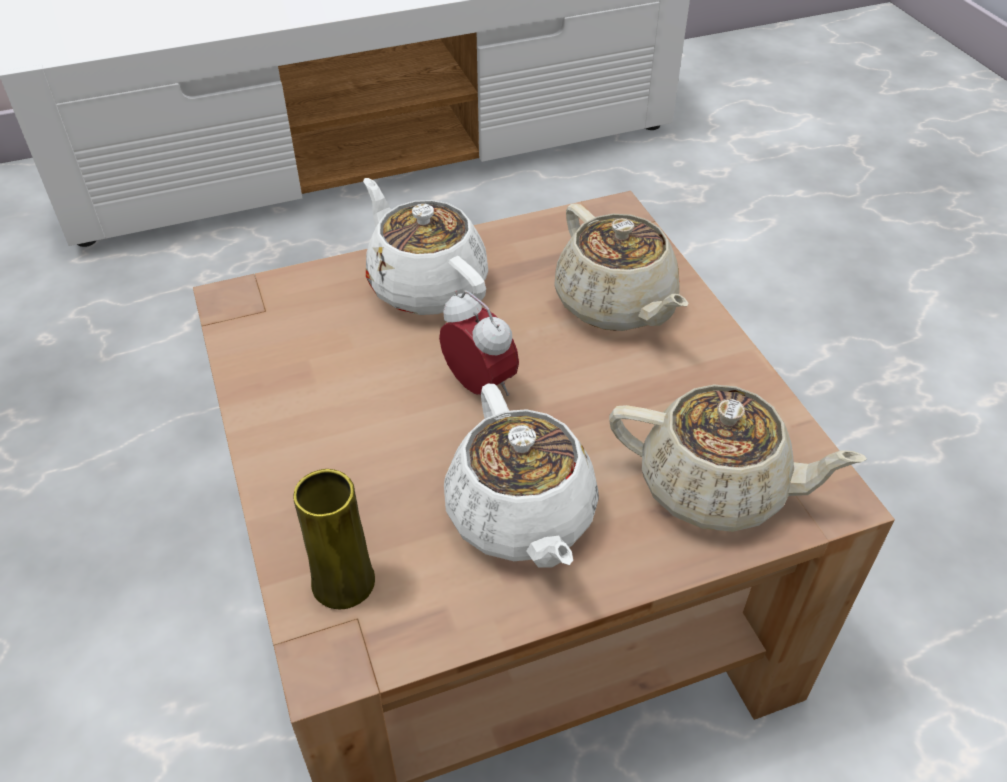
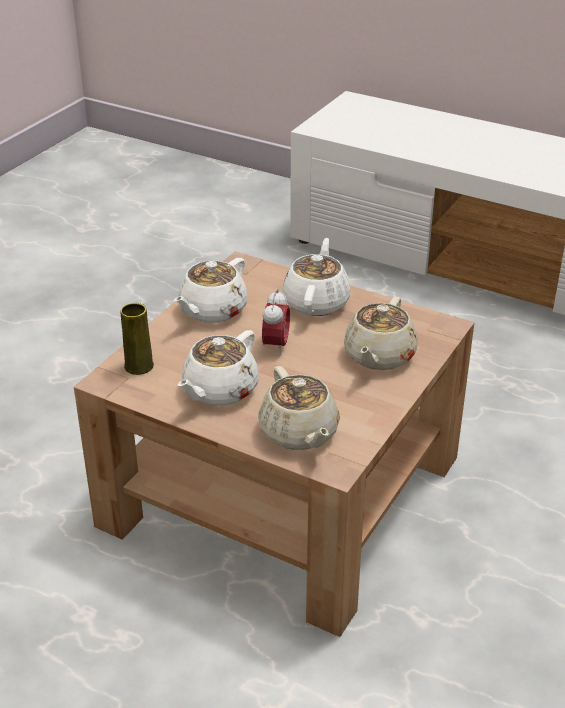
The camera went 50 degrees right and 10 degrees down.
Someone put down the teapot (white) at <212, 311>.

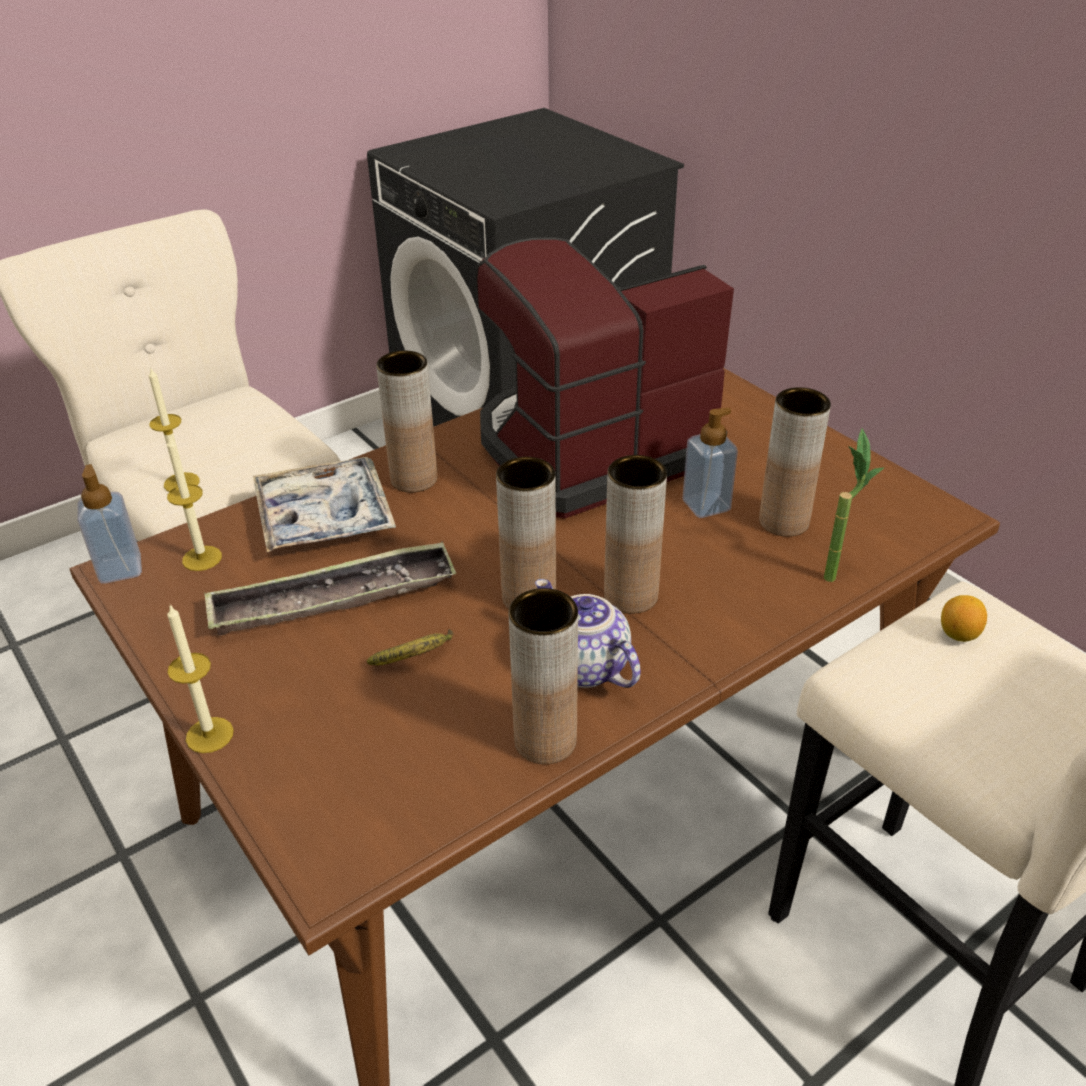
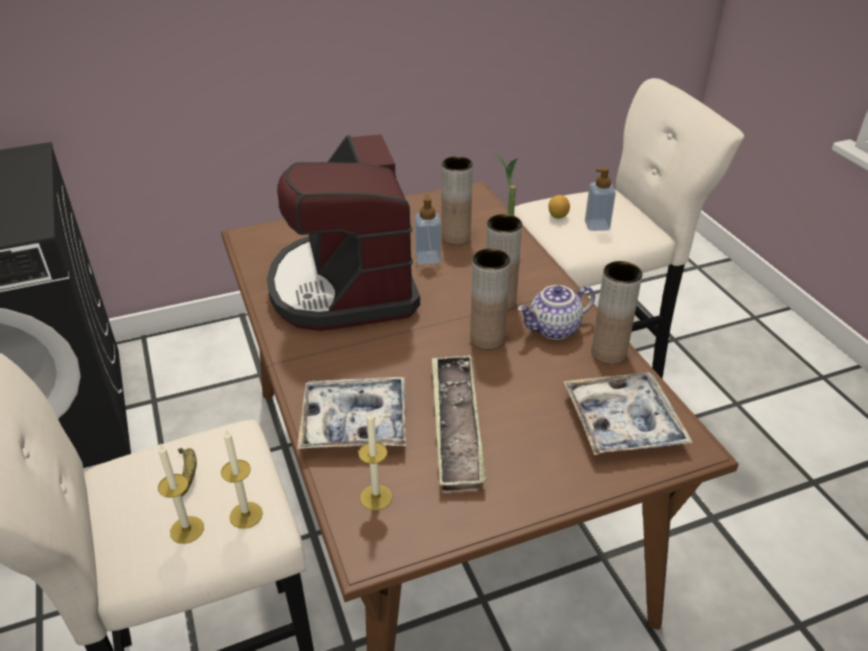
The camera went 75 degrees left and 0 degrees up.
Someone took away the vase (brown) at <414, 479>.
Someone put down the tray at <623, 422>.
Someone carried the soap dispenser from <120, 569> to <597, 225>.
Someone carried the candle from <209, 735> to <187, 529>.
Someone carried the banana from <415, 657> to <188, 474>.

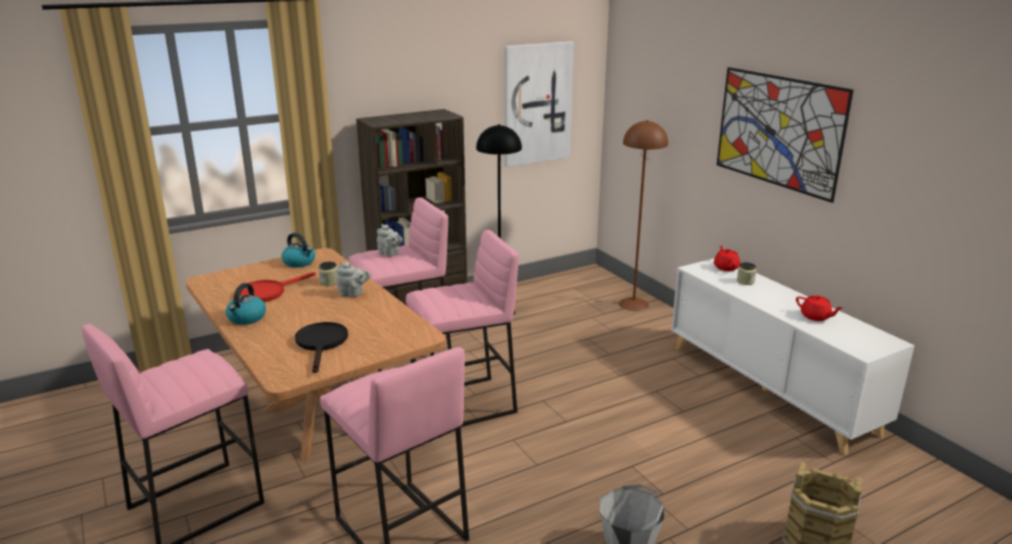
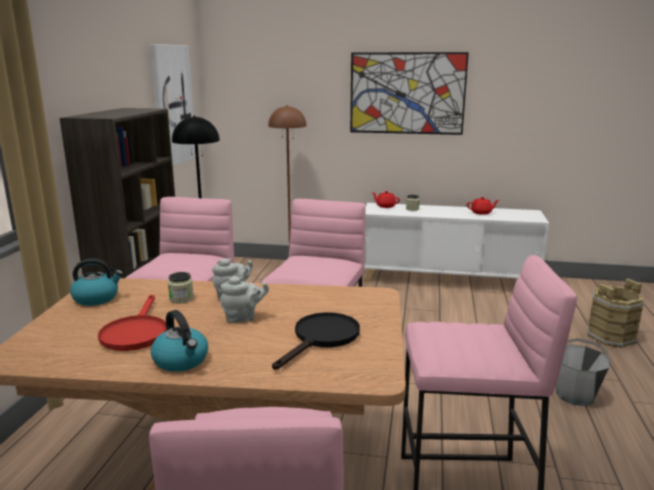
The camera went 50 degrees left and 5 degrees down.
Someone carried the teapot (grey) from <390, 254> to <243, 318>.
Someone rotated the frying pan (black) at <321, 344> by 90 degrees clockwise.

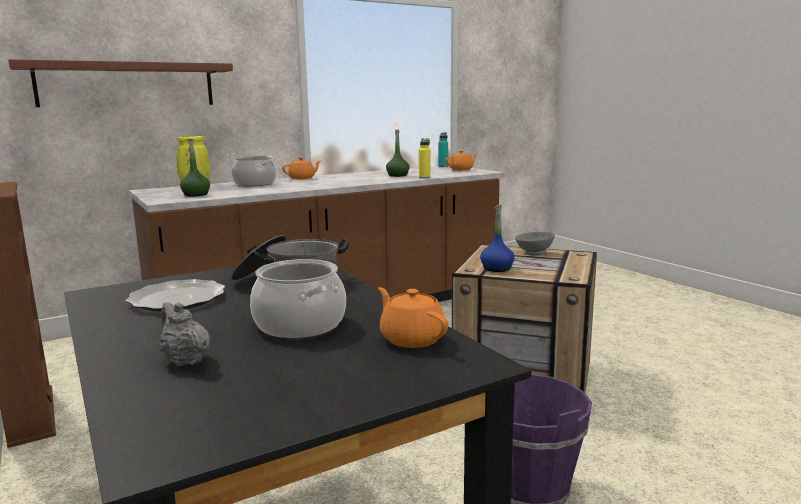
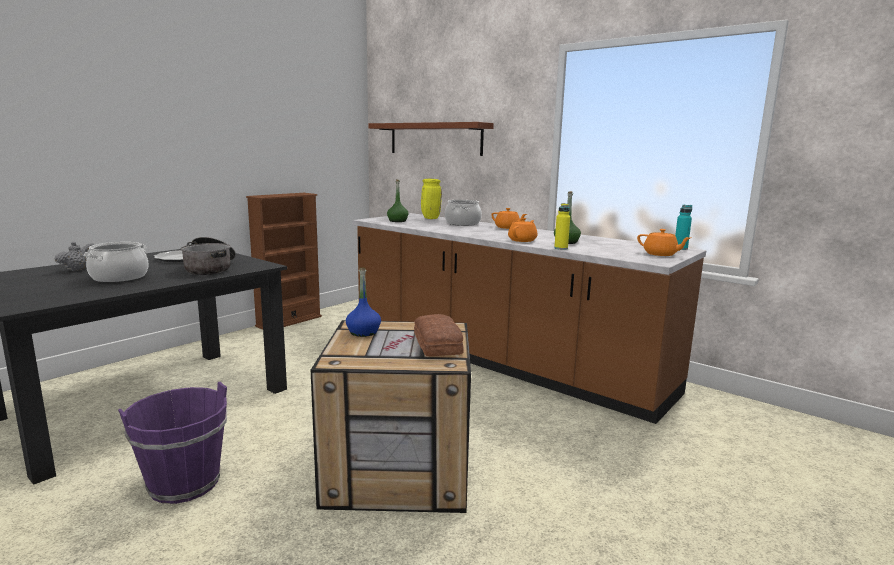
The camera went 70 degrees right and 0 degrees up.
Someone carried the teapot (orange) from <412, 338> to <522, 240>.
Someone swapped the bowl (grey) at <533, 253> for the bread at <438, 343>.

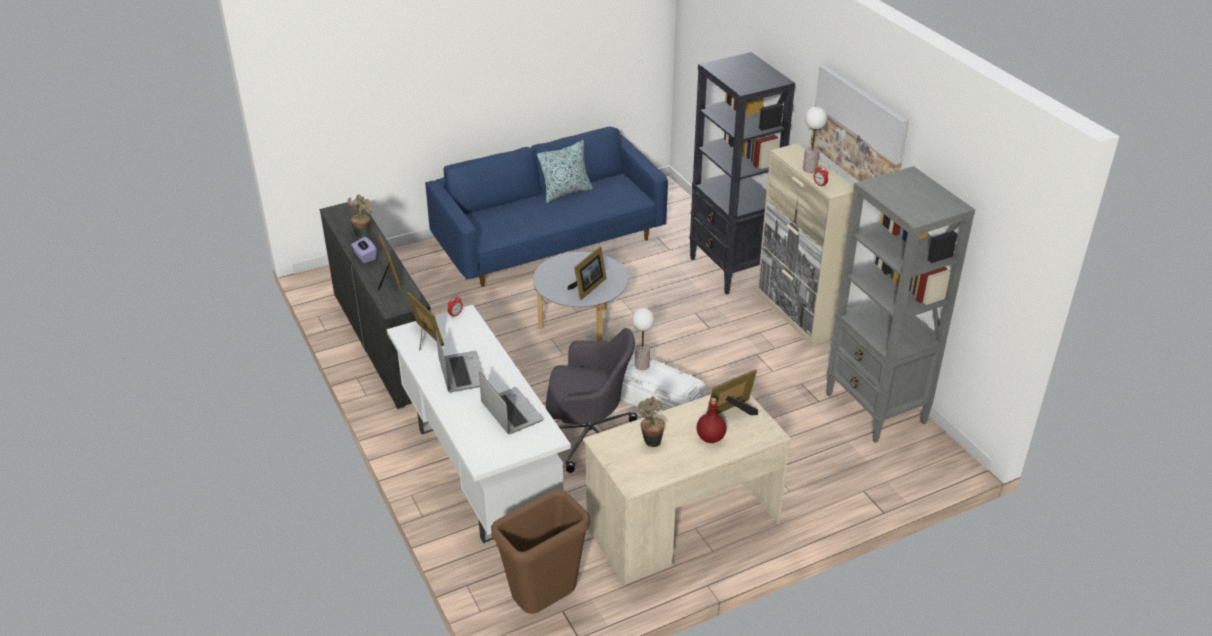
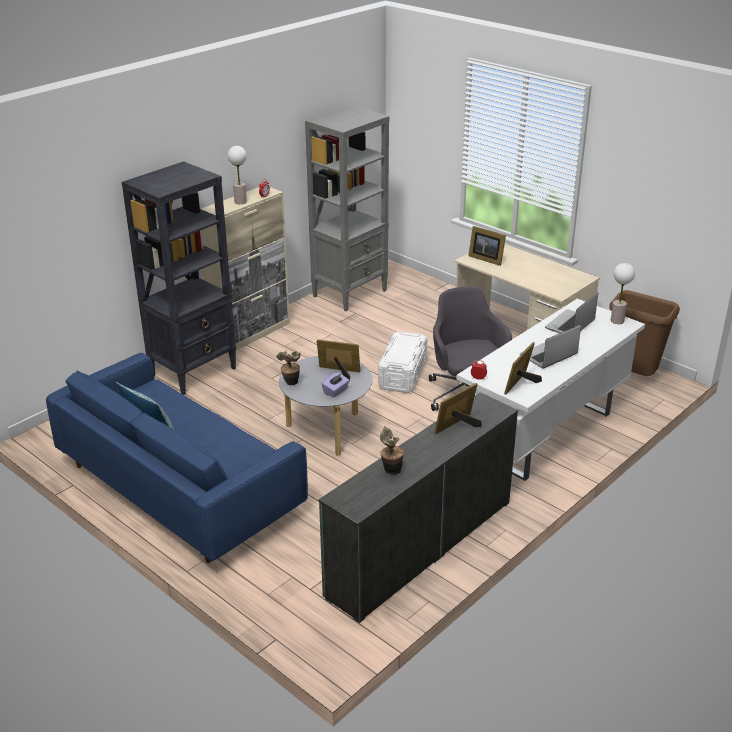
The camera went 110 degrees left and 5 degrees down.
Someone took away the bottle (red) at <711, 438>.
Someone took away the picture at <859, 132>.
Someone carried the tissue box (purple) from <365, 256> to <336, 391>.
Someone carried the table lamp from <642, 365> to <617, 320>.
Someone carried the potted plant from <651, 440> to <290, 383>.

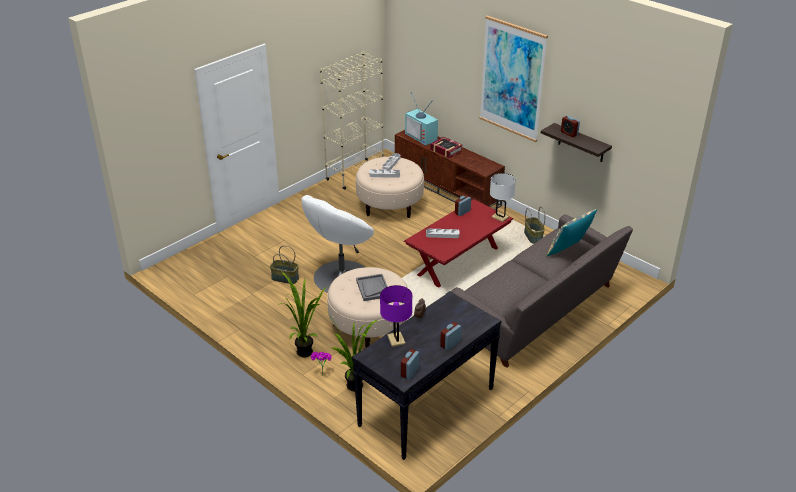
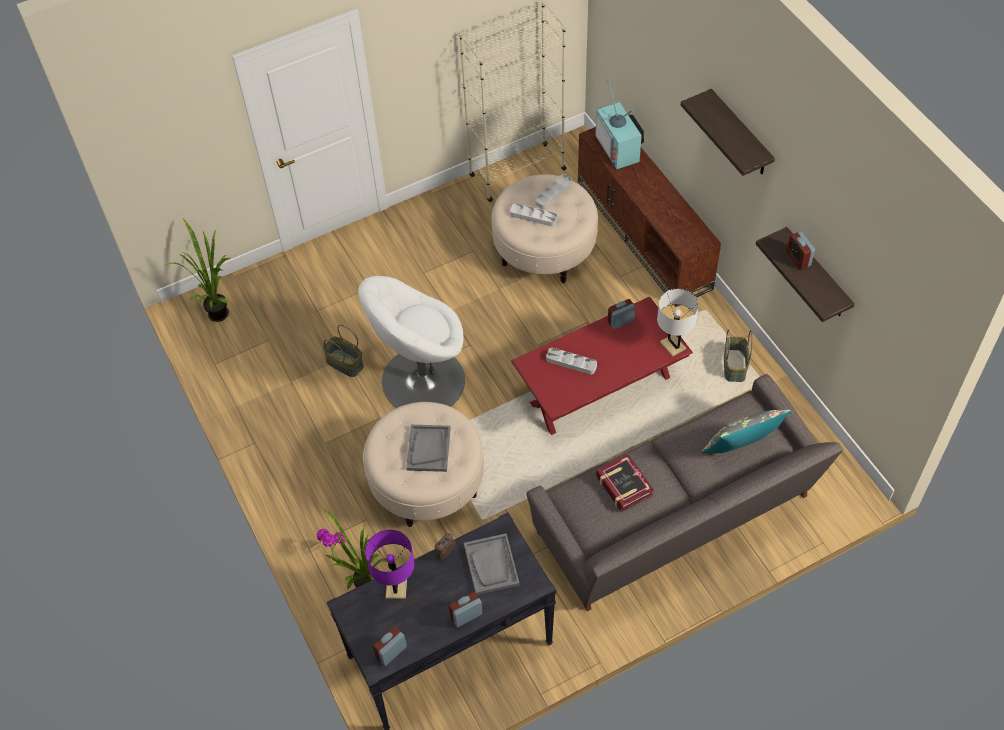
The camera went 20 degrees right and 20 degrees up.
Someone put down the tray (grey) at <491, 565>.
Someone carried the potted plant from <304, 350> to <219, 310>.
Someone carried the book from <446, 150> to <623, 486>.
Someone swapped the picture at <512, 79> for the shelf at <740, 134>.

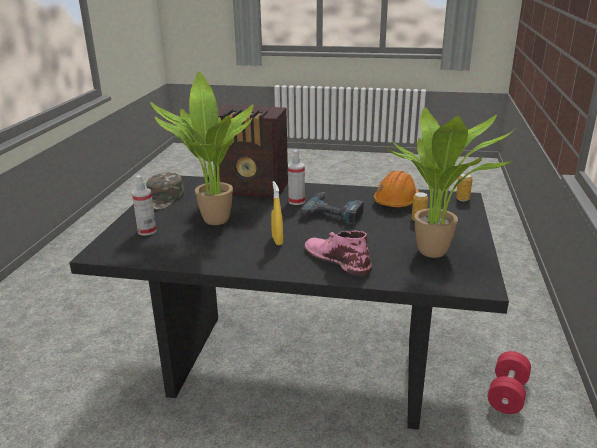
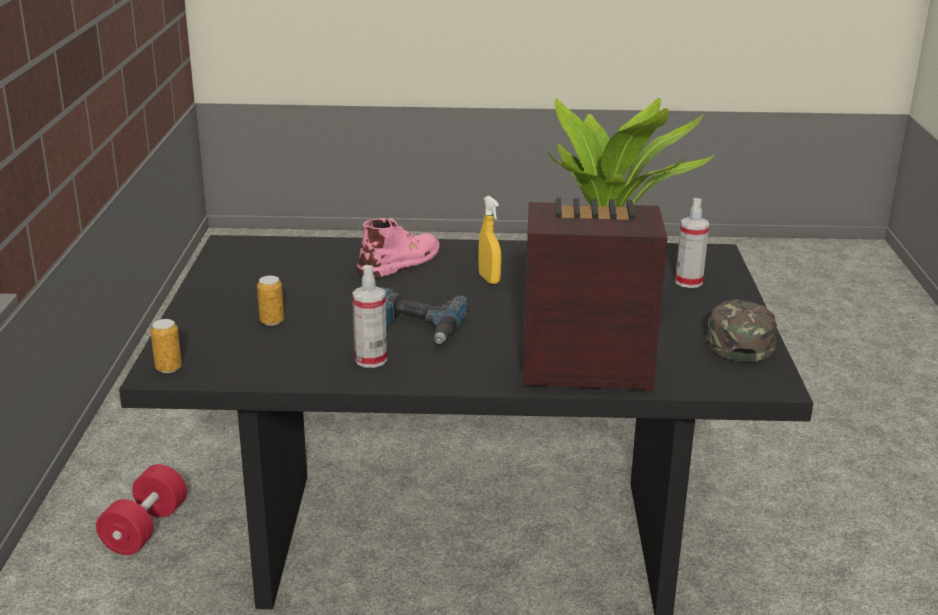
The camera went 170 degrees right and 0 degrees up.
Someone took away the hard hat (orange) at <396, 201>.
Someone took away the potted plant at <437, 253>.
Someone carried the spray bottle from <296, 201> to <371, 360>.
Someone rotated the boot (pink) at <337, 259> by 90 degrees counterclockwise.

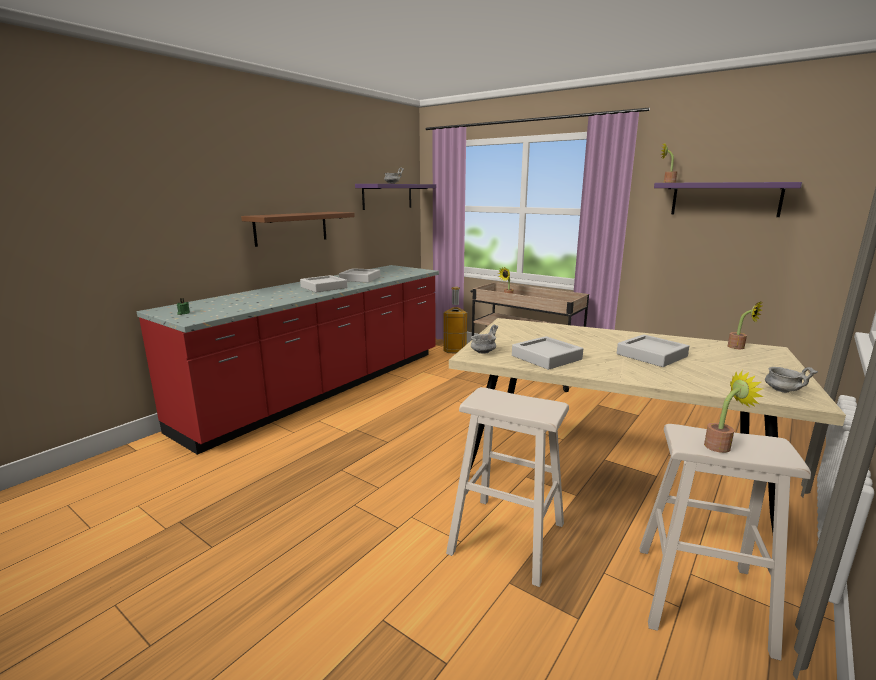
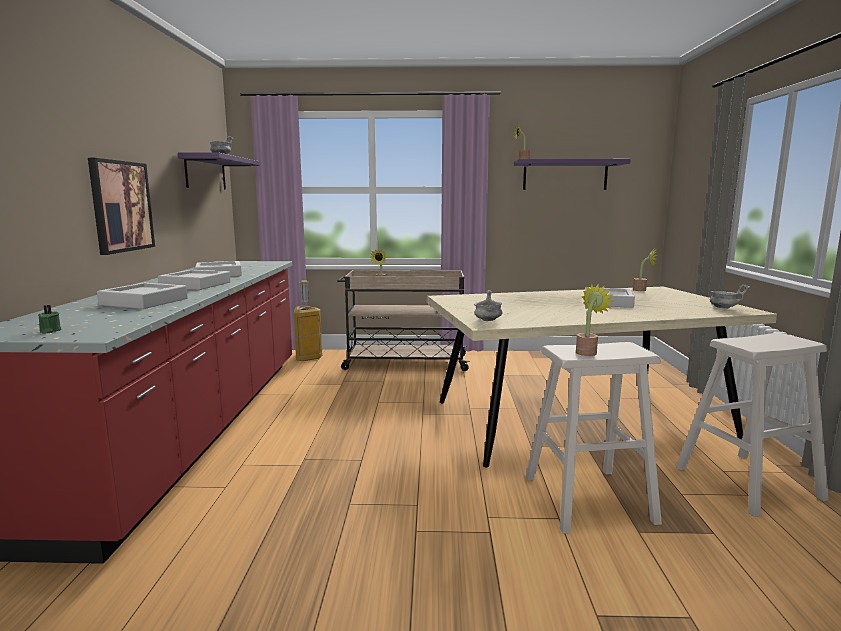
The camera went 35 degrees left and 5 degrees down.
Someone carried the tray (grey) from <546, 357> to <144, 302>.
Someone carried the potted plant from <721, 446> to <588, 352>.
Someone swapped the shelf (brown) at <291, 228> for the picture at <121, 206>.

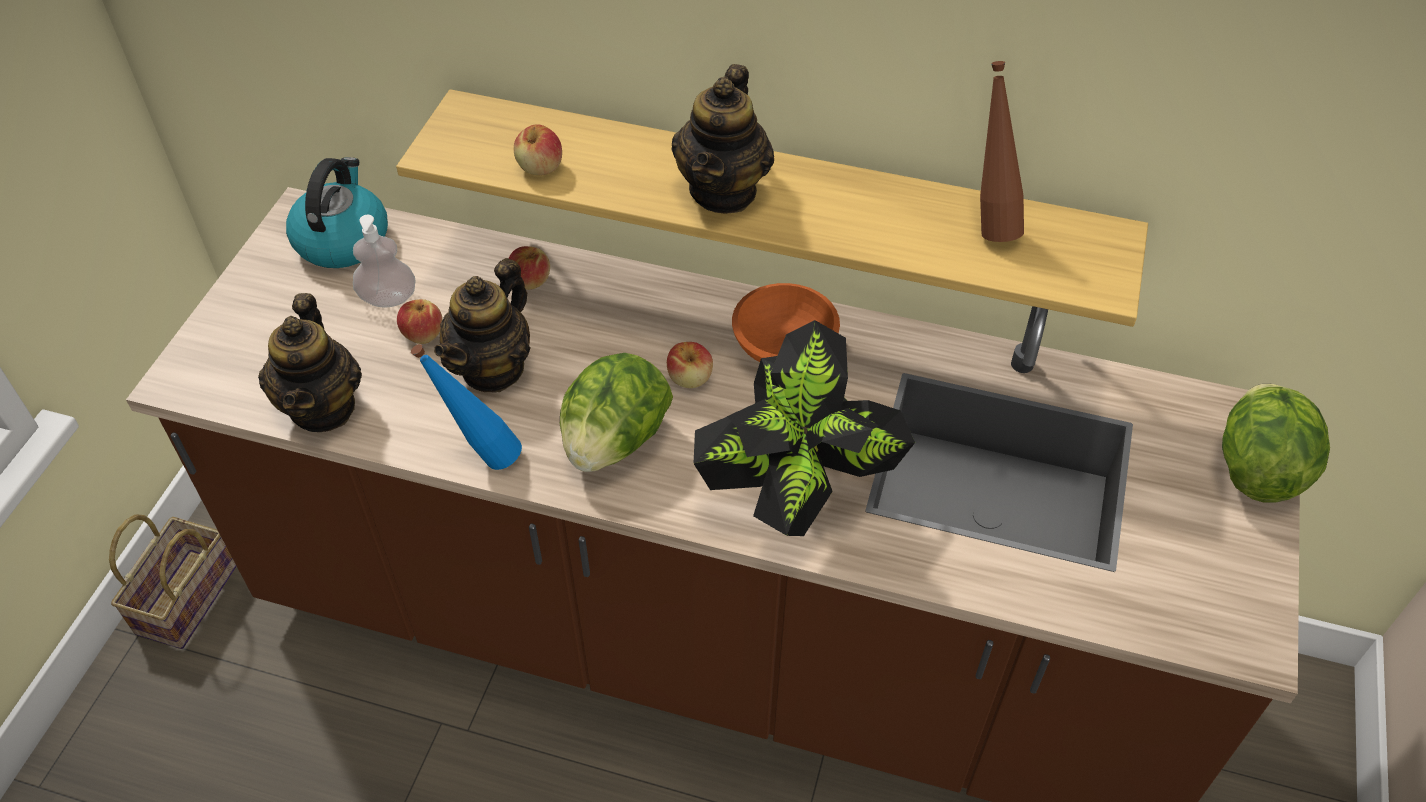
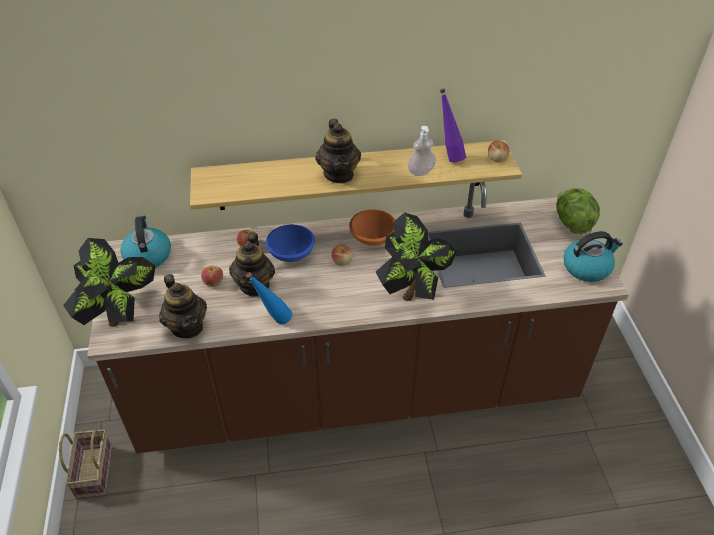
The camera went 25 degrees left and 5 degrees down.
Someone took away the lettuce at <615, 441>.
Someone put down the potted plant at <120, 314>.
Someone put down the bowl (blue) at <292, 253>.
Someone put down the kettle at <587, 267>.
Someone carried the soap dispenser from <388, 298> to <421, 171>.
Someone carried the apple from <540, 167> to <497, 159>.
Someone repainted the bottle (brown) at <989, 223>, which became the bottle (purple) at <448, 156>.

